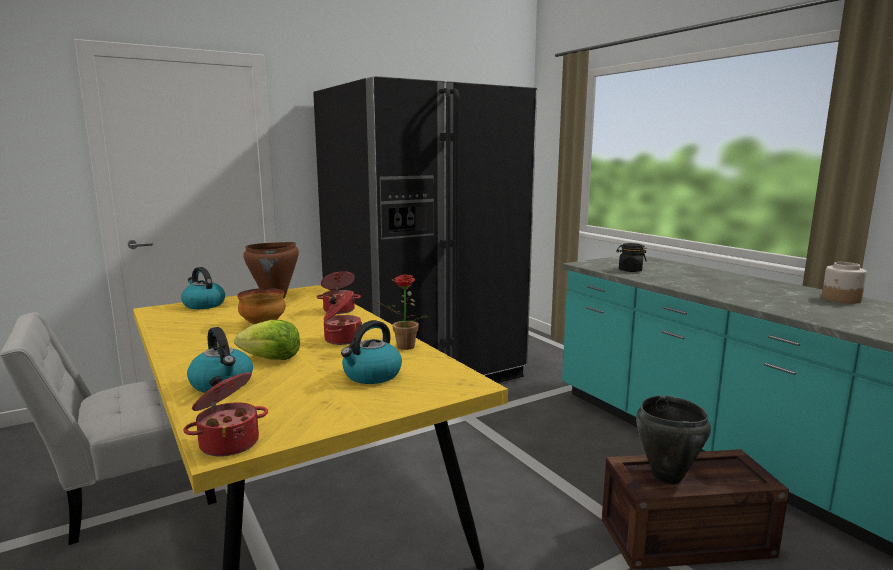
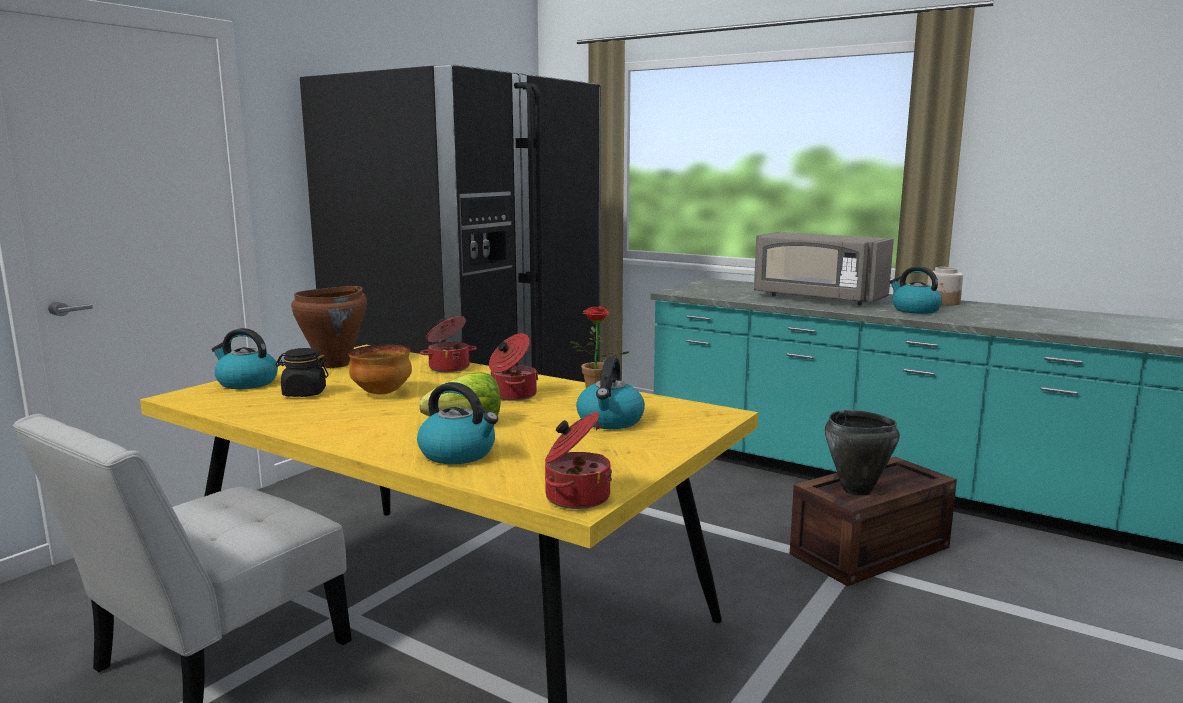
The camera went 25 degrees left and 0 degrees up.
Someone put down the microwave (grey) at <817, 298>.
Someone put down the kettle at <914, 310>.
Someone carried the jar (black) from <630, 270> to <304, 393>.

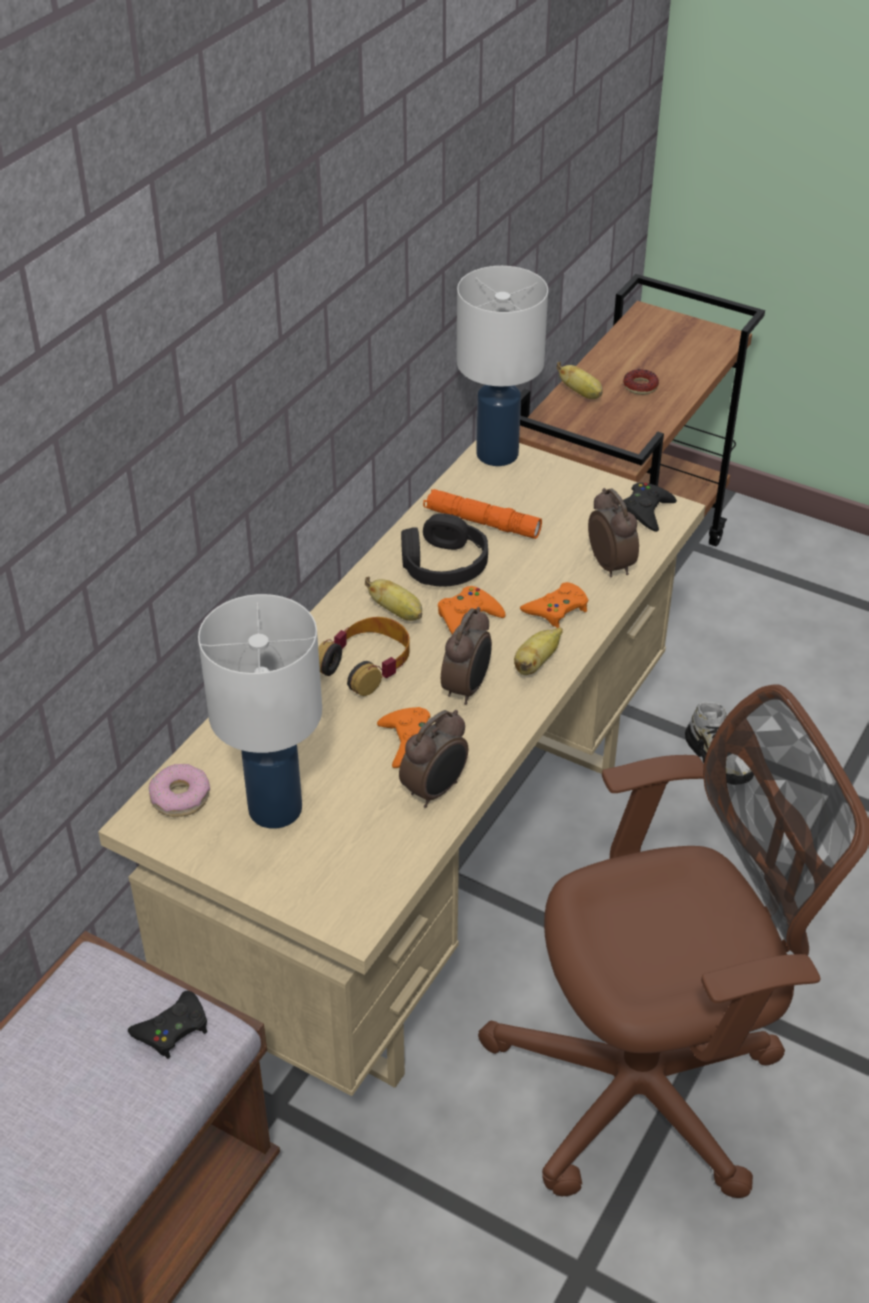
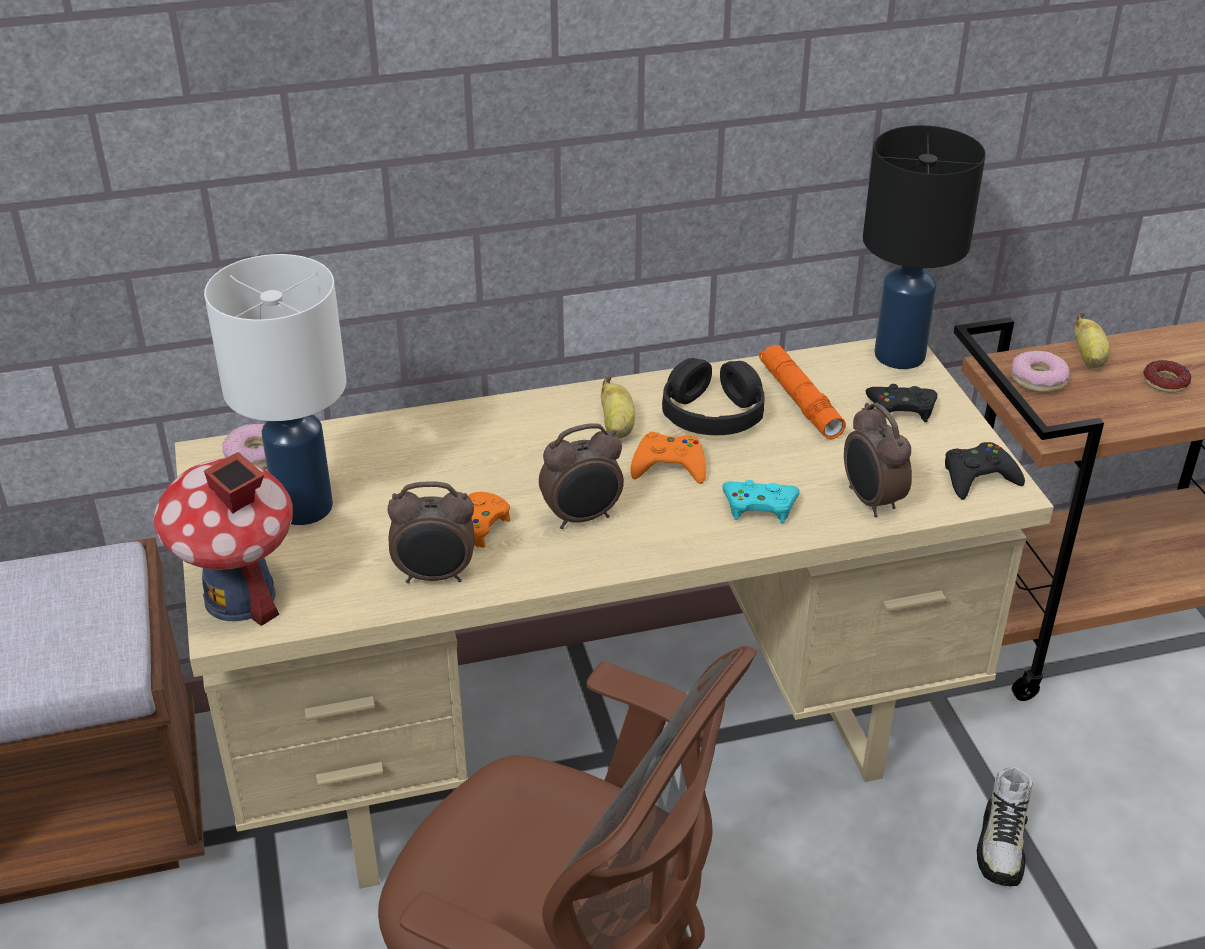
The camera went 45 degrees right and 5 degrees down.
Someone took away the headphones at <366, 663>.
Someone took away the banana at <536, 663>.
Someone put down the toy house at <240, 597>.
Someone put down the donut at <1038, 379>.
Someone carried the game controller (black) from <172, 1029> to <901, 408>.
Someone repainted the table lamp (white) at <497, 455>, which became the table lamp (black) at <898, 356>.
Someone repainted the game controller (orange) at <557, 609>, which became the game controller (turquoise) at <759, 506>.
Someone rotated the alarm clock at <611, 565> by 135 degrees clockwise.

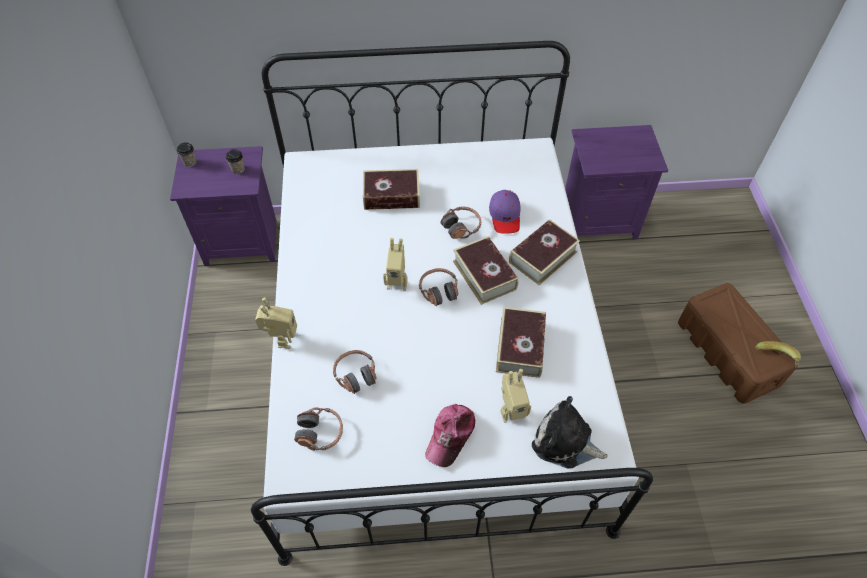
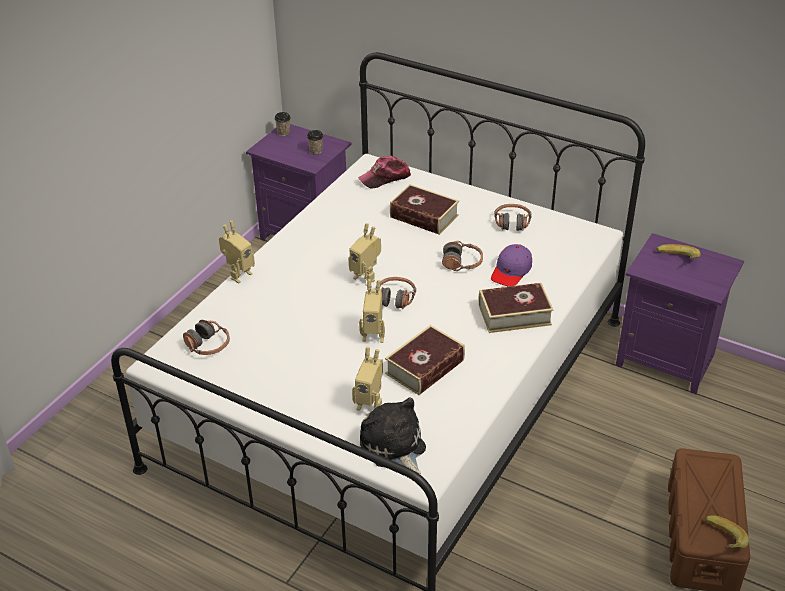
The camera went 35 degrees right and 15 degrees down.
Someone took away the book at <484, 275>.
Someone put down the toy robot at <373, 335>.
Someone put down the banana at <677, 262>.
Someone carried the headphones from <356, 375> to <512, 223>.
Someone carried the cap from <450, 436> to <385, 178>.

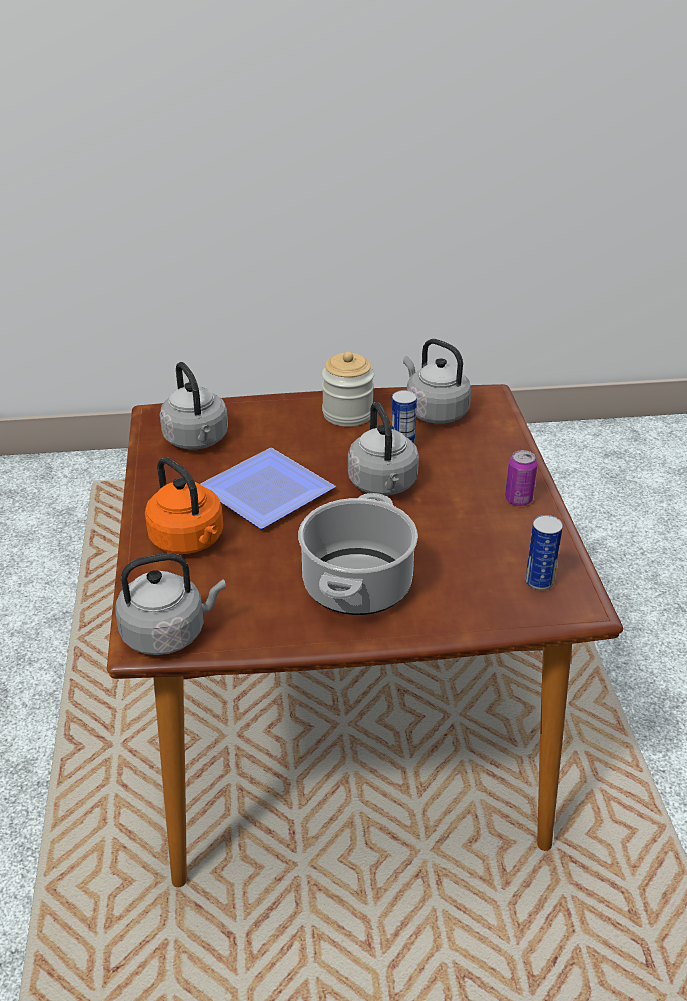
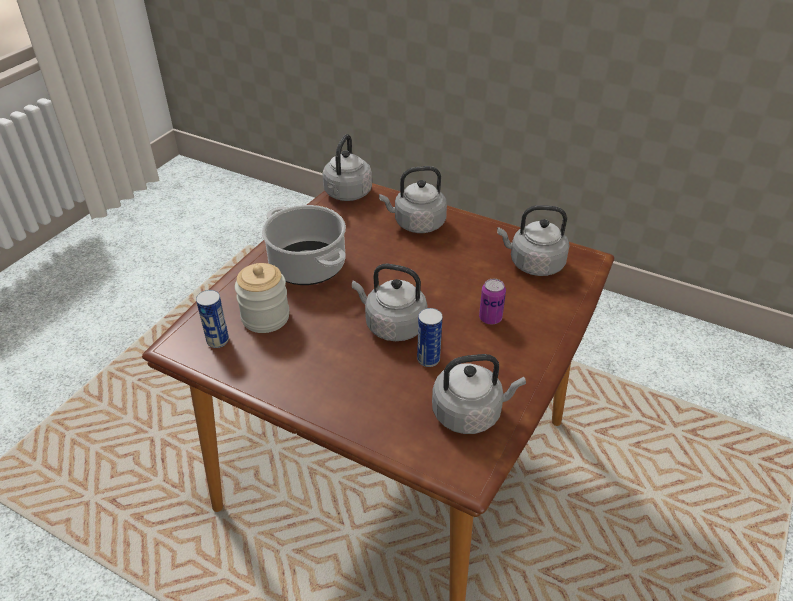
The camera went 125 degrees right and 5 degrees up.
Someone took away the plate at <261, 492>.
Someone carried the jar from <347, 414> to <265, 317>.
Someone carried the can from <518, 499> to <490, 318>.
Someone repainted the kettle (orange) at <189, 541>, which became the kettle (grey) at <416, 224>.

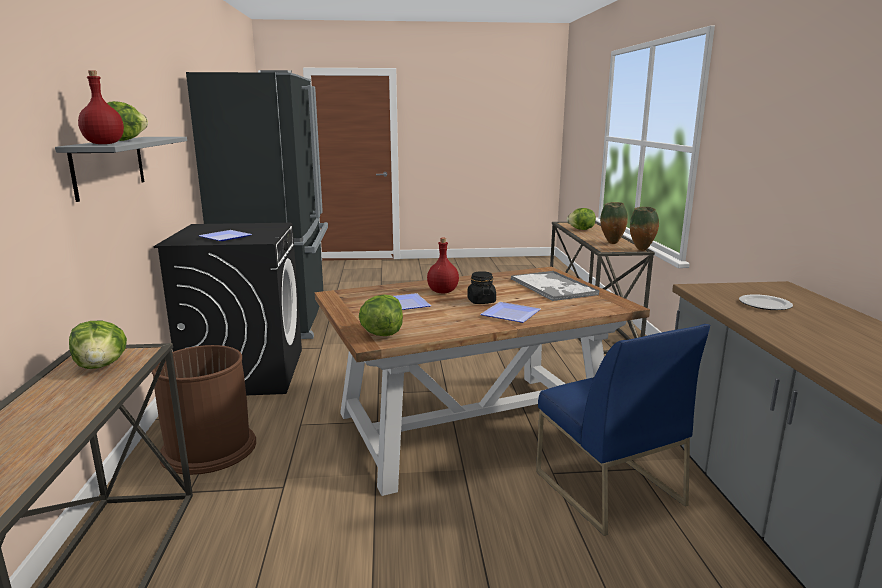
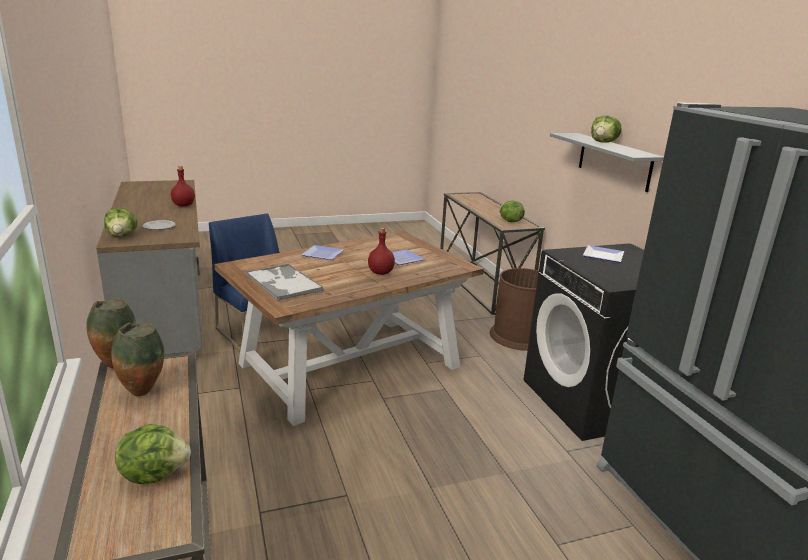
The camera went 165 degrees right and 5 degrees up.
Someone took away the jar (black) at <481, 301>.
Someone carried the bottle (red) from <103, 144> to <184, 205>.
Someone carried the lettuce from <382, 334> to <122, 236>.

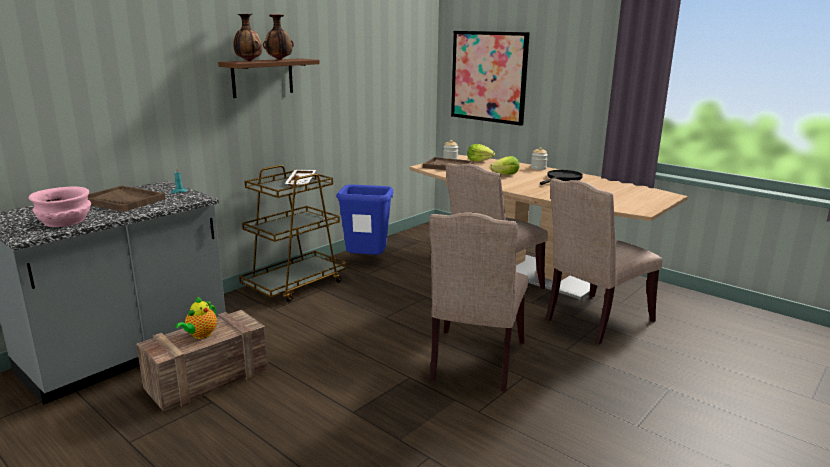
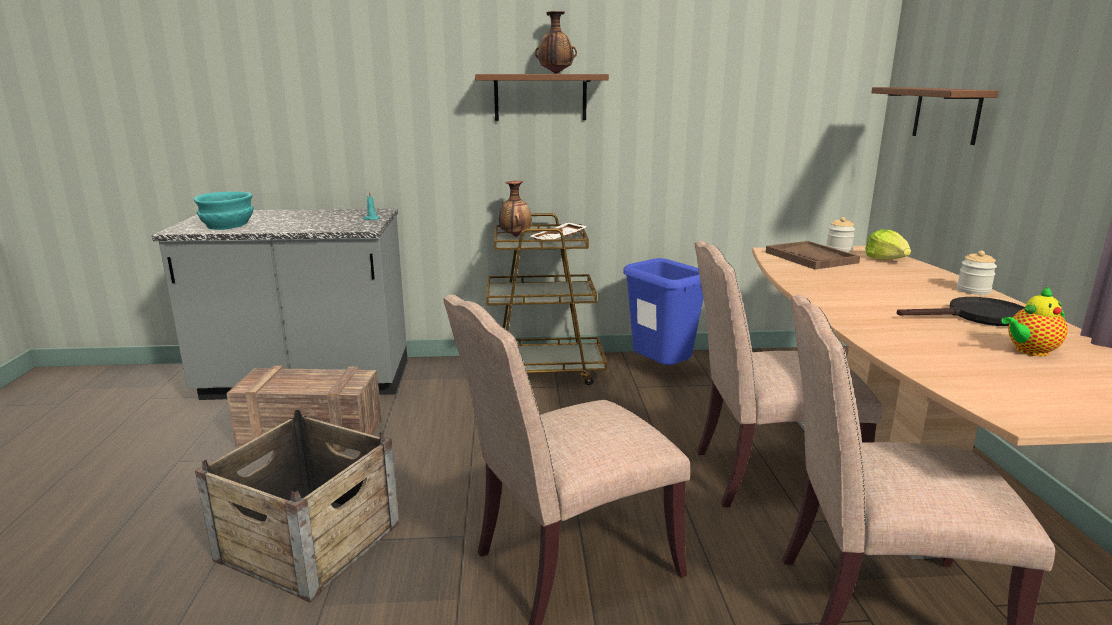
The camera went 45 degrees right and 0 degrees up.
Someone took away the tray (brown) at <123, 201>.
Someone took away the lettuce at <505, 175>.
Someone put down the crate at <309, 541>.
Someone carried the teapot from <200, 335> to <1029, 351>.
Someone carried the vase from <248, 61> to <515, 236>.
Someone swapped the picture at <488, 76> for the shelf (brown) at <946, 114>.
Someone repainted the bowl (pink) at <65, 221>, which became the bowl (turquoise) at <228, 226>.

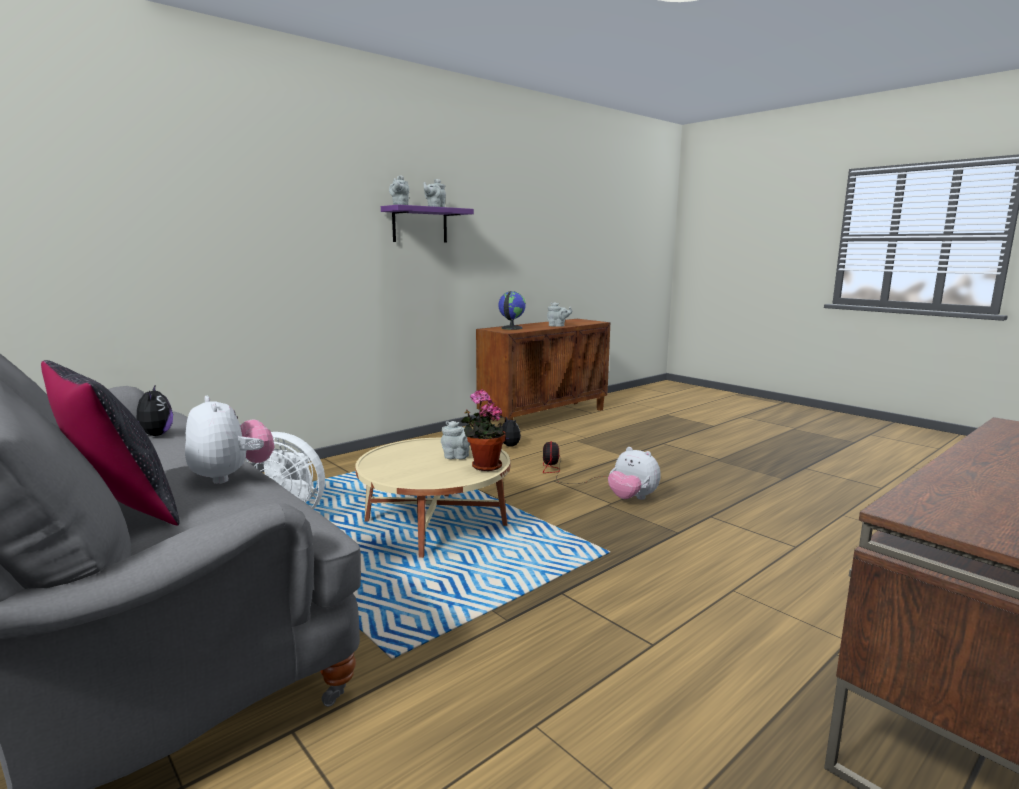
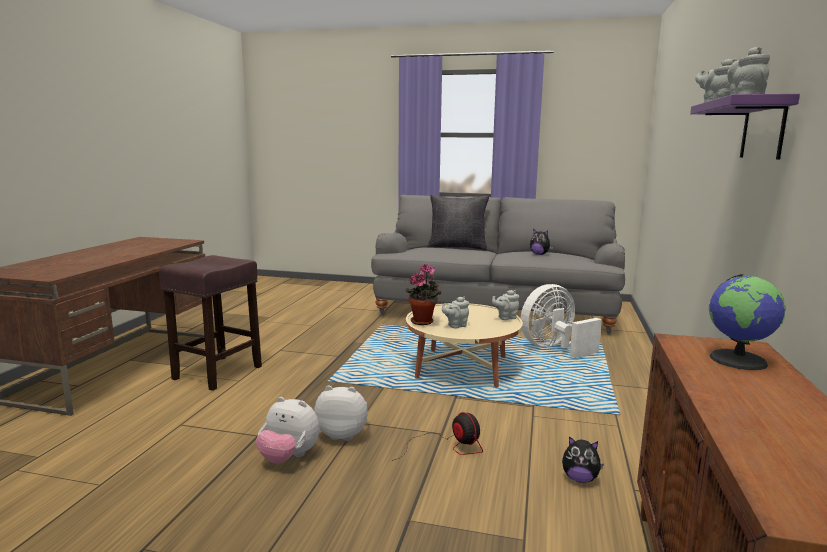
The camera went 145 degrees right and 0 degrees up.
Someone put down the stool (brown) at <217, 373>.
Someone carried the plush toy from <231, 476> to <288, 457>.
Someone carried the teapot (grey) from <558, 326> to <505, 318>.

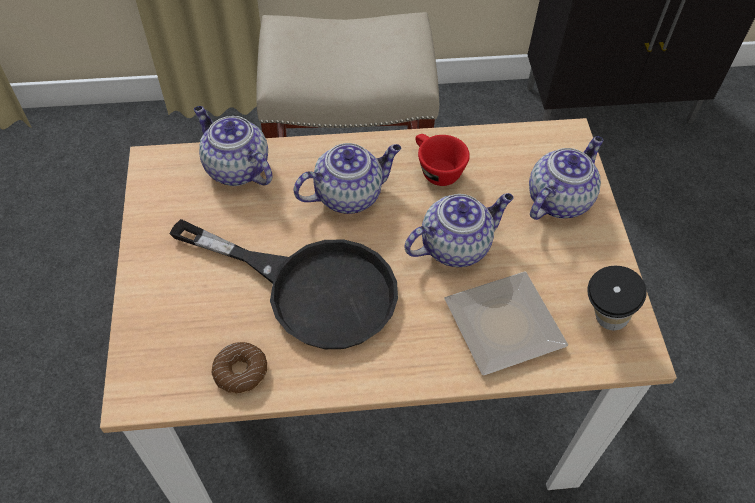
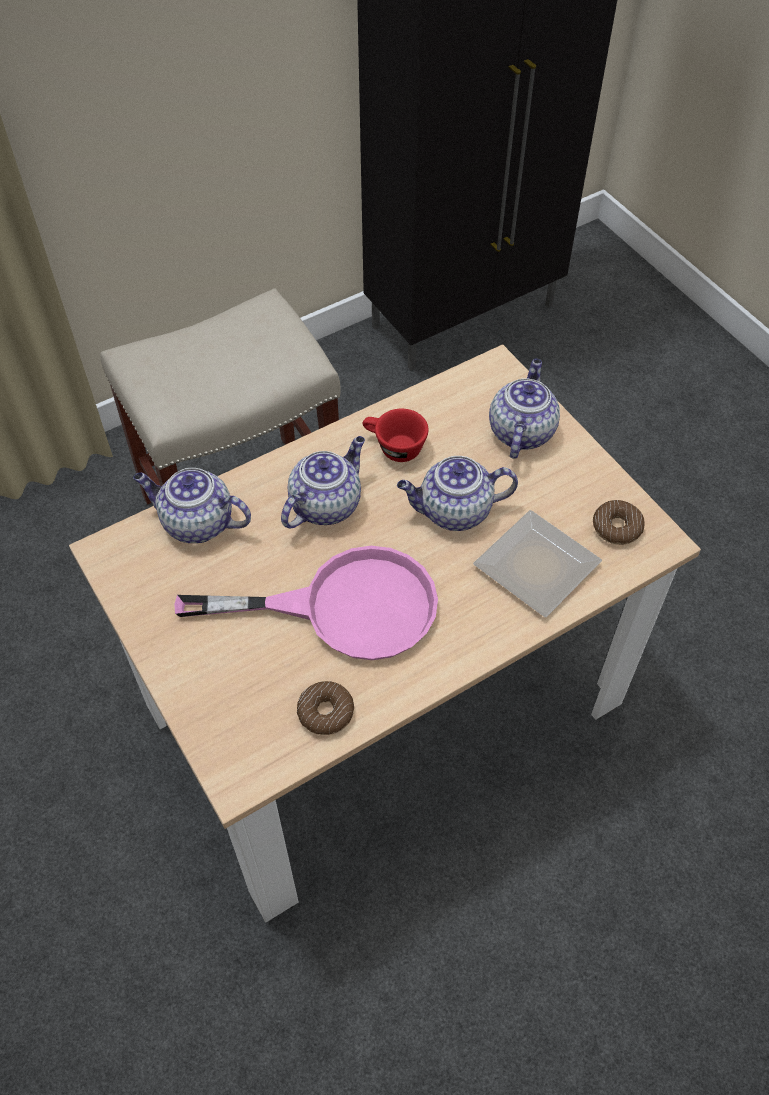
The camera went 25 degrees left and 0 degrees up.
Someone swapped the cup at <602, 321> for the donut at <616, 527>.
Someone repainted the frying pan (black) at <311, 288>, which became the frying pan (pink) at <344, 607>.
Someone rotated the teapot at <456, 245> by 135 degrees counterclockwise.

